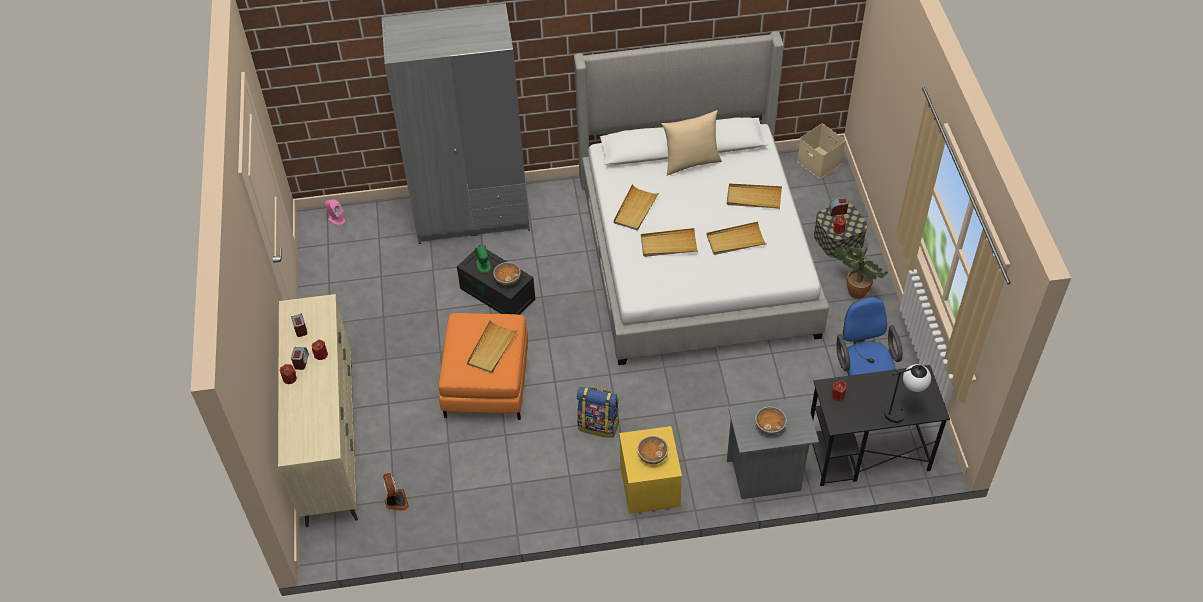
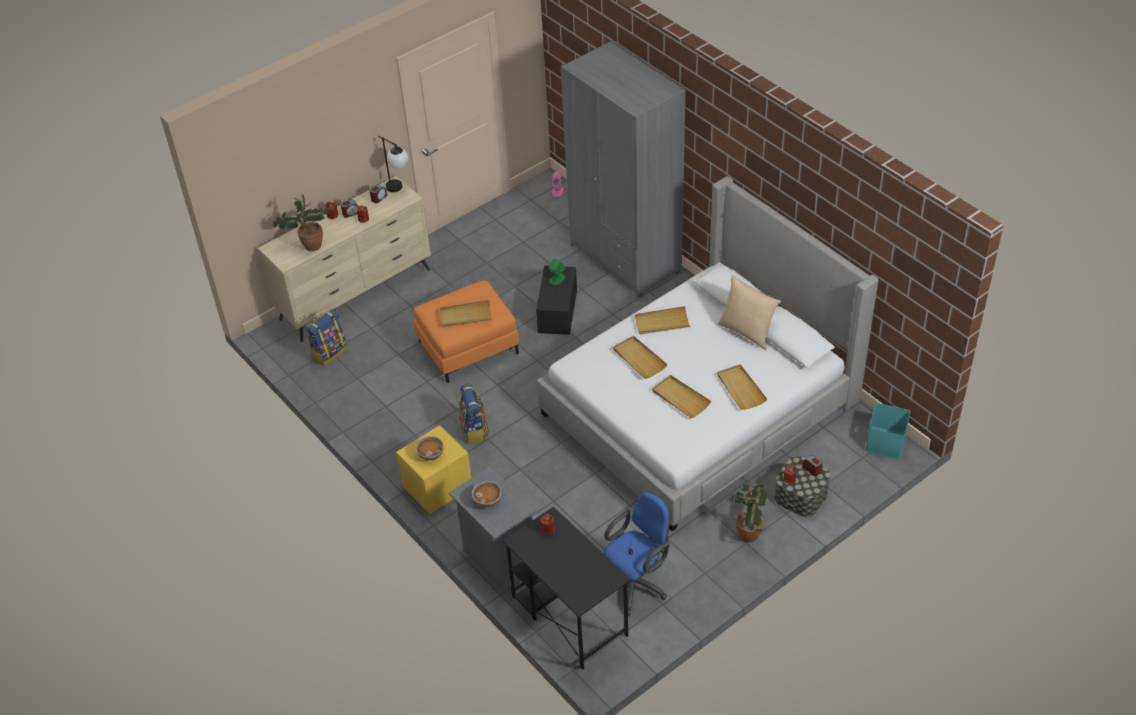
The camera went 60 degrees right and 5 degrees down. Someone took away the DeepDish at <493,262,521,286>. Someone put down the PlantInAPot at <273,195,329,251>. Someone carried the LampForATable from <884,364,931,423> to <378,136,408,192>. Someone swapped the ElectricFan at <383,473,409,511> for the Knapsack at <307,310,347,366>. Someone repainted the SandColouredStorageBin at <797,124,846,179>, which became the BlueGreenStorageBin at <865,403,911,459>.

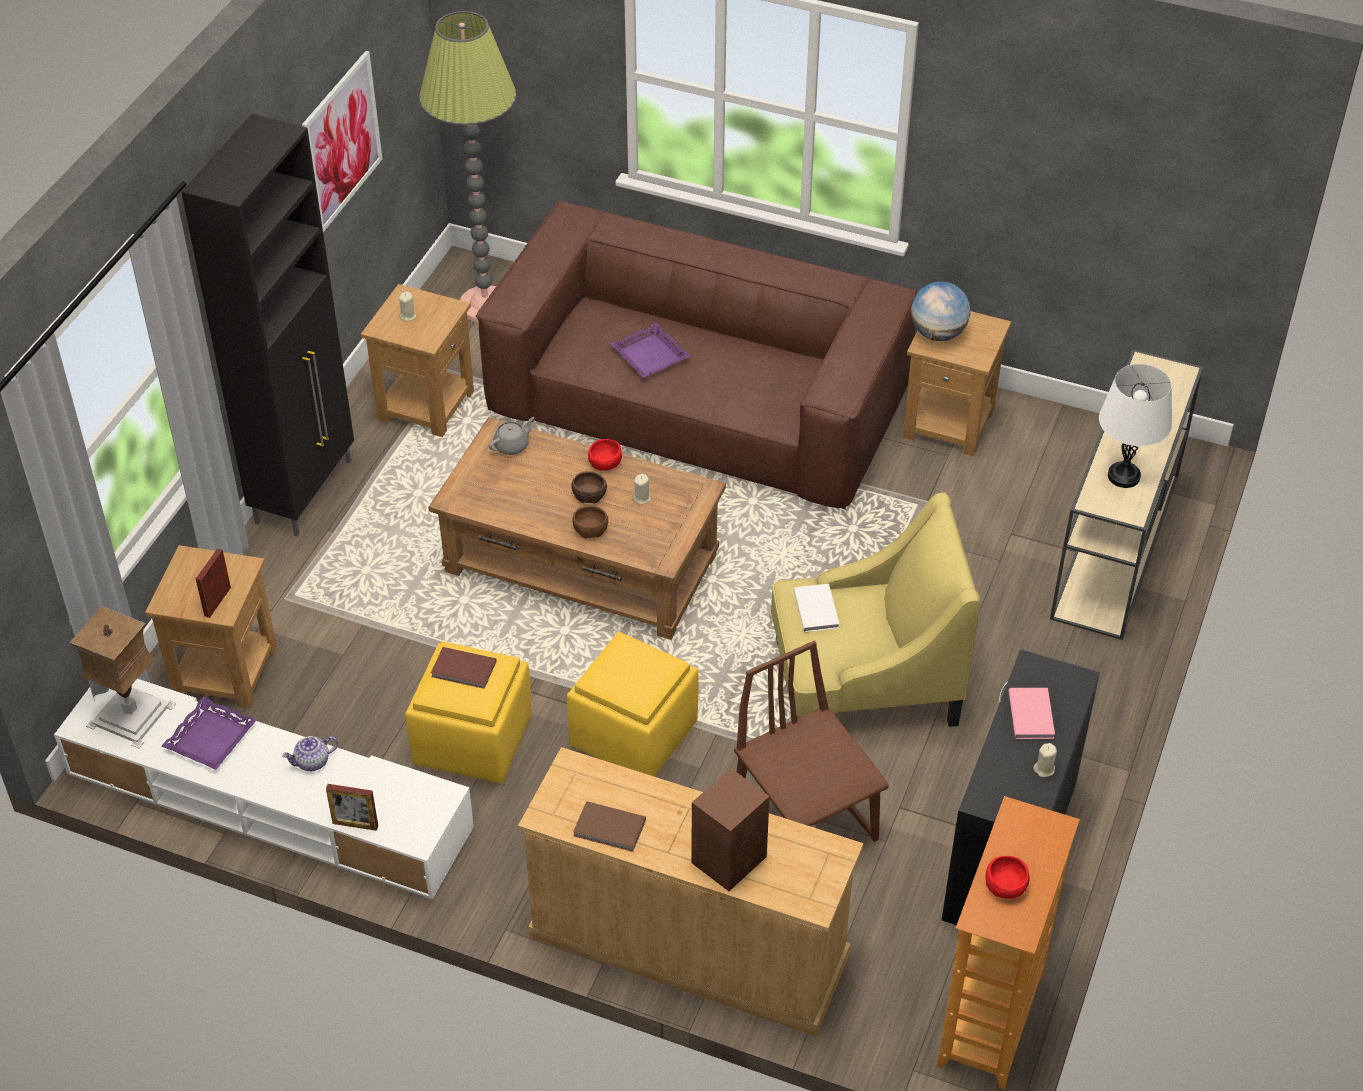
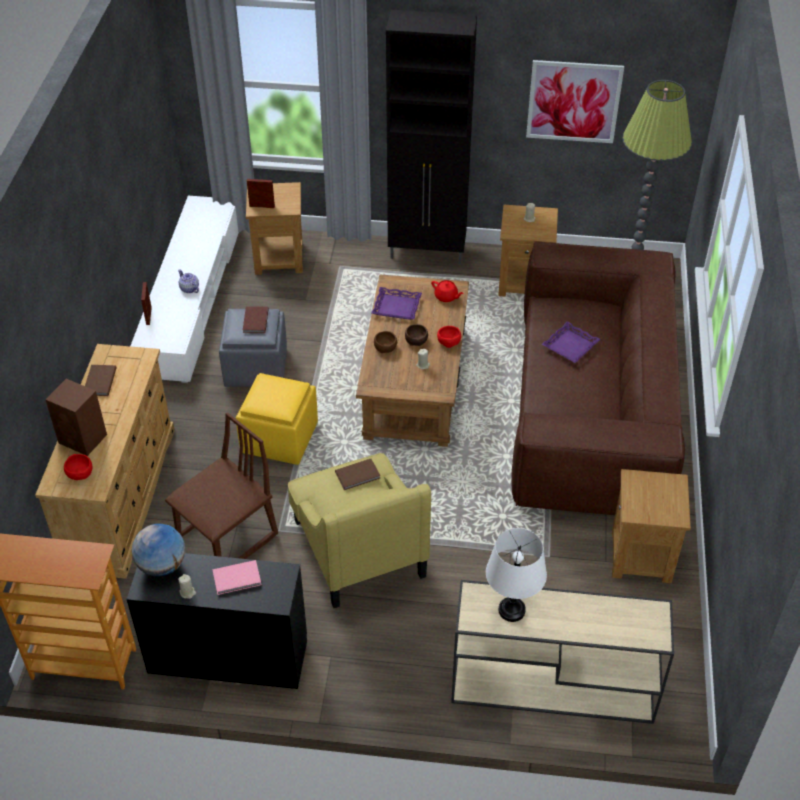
The camera went 75 degrees right and 0 degrees up. Someone took away the LampForATable at <70,606,176,748>. Someone carried the PurpleCarryingTray from <162,697,257,770> to <371,287,422,320>. Someone carried the Globe from <911,282,970,341> to <132,524,185,576>. Someone carried the RedDeepDish from <985,856,1030,899> to <64,454,93,480>. Someone repainted the YellowColouredOttoman at <405,641,532,783>, which became the GreyishOttoman at <219,309,287,387>. Someone repainted the GreyishTeaPot at <489,417,534,455>, which became the RedTeaPot at <431,280,464,302>. Someone repainted the WhiteBoundBook at <794,584,839,632>, which became the BrownishBoundBook at <335,459,381,490>.

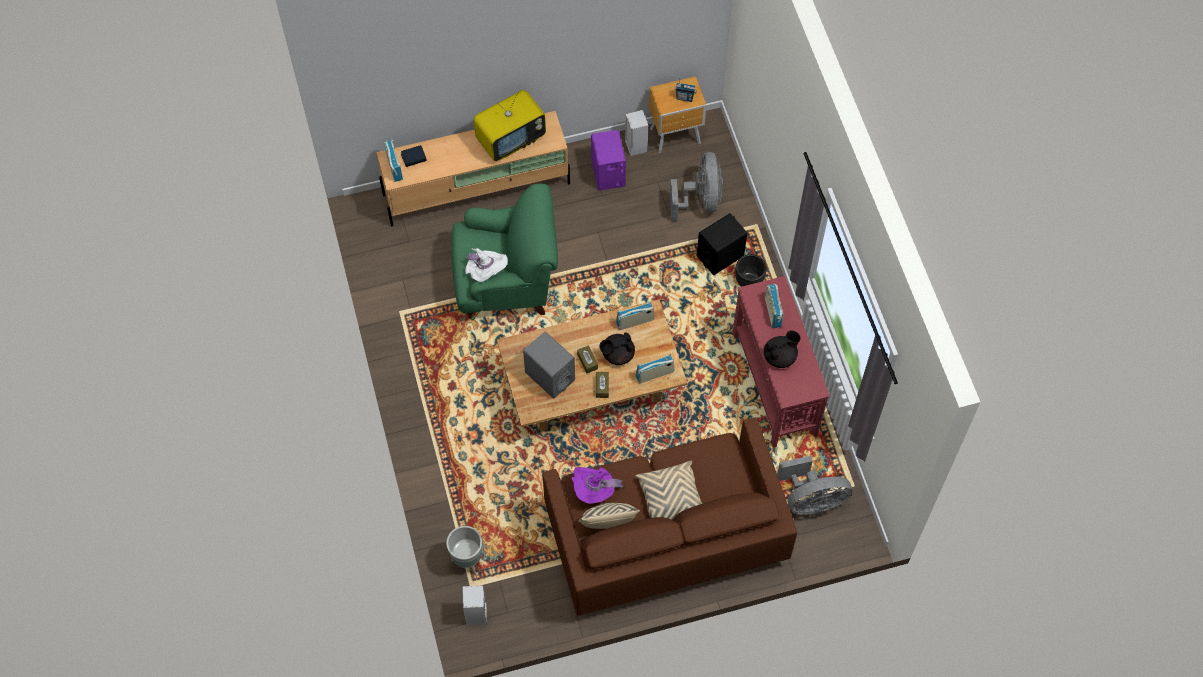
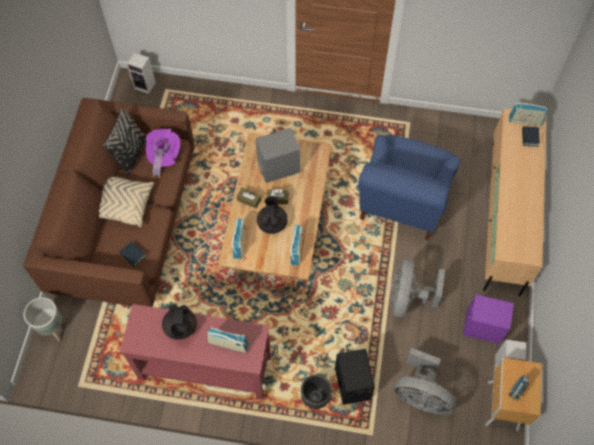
The camera went 115 degrees right and 0 degrees up. Someone took away the WhiteHat at <464,248,508,282>. Someone took away the Television at <474,90,546,161>. Someone put down the BoundBook at <119,241,146,267>. Someone carried the GreyishPlanter from <446,526,482,575> to <24,297,62,341>. Someone carried the GreyishElectricFan from <777,455,852,515> to <390,259,445,318>. Someone repainted the GreenishArmchair at <451,184,558,320>, which became the BlueArmchair at <358,135,461,241>. Someone repainted the SandColouredPillow at <578,503,640,529>, which became the BlackPillow at <103,106,146,176>.

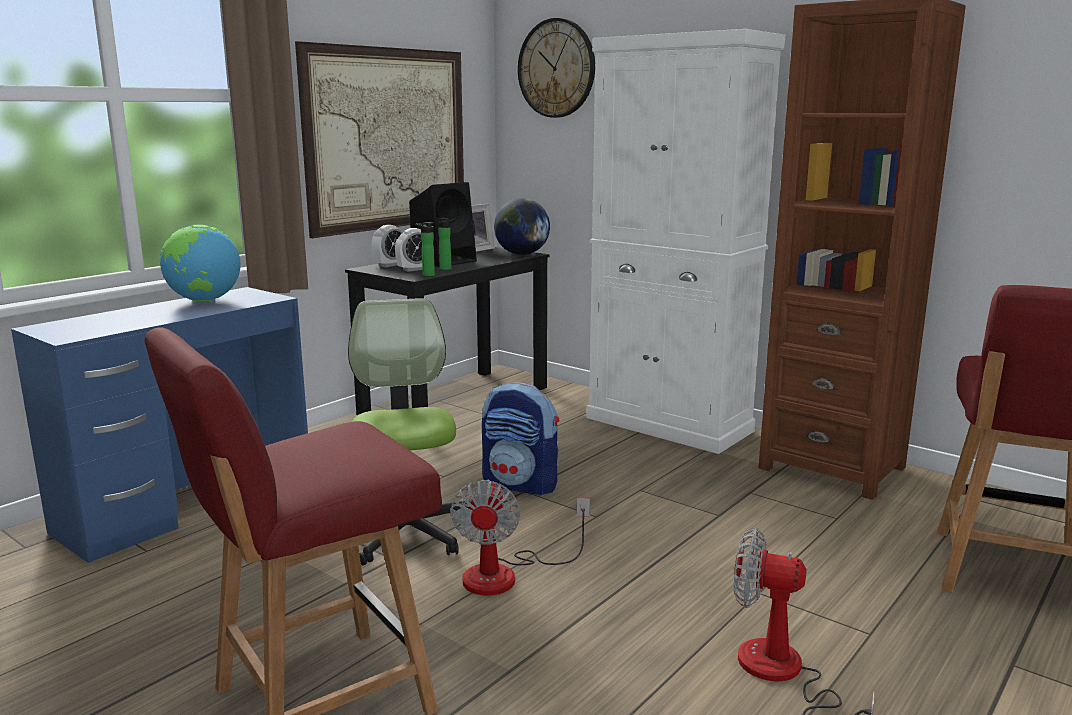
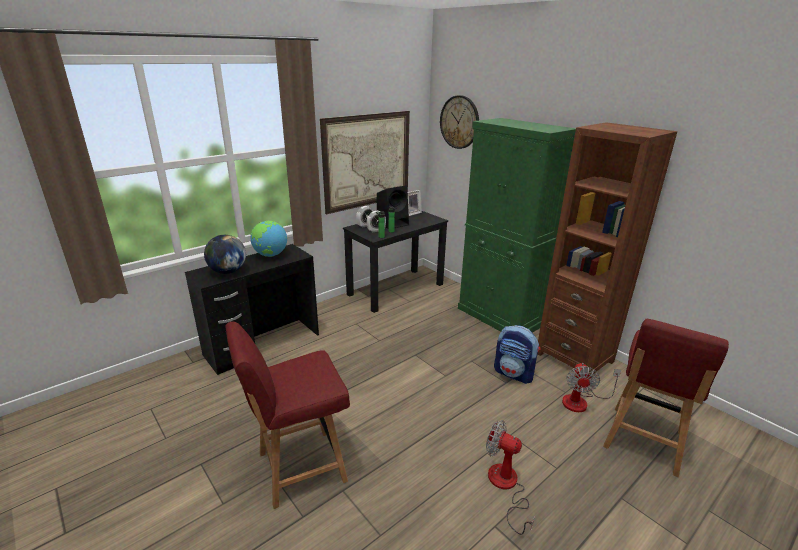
The camera went 10 degrees right and 10 degrees up. Someone took away the OfficeChair at <348,298,471,565>. Someone carried the ElectricFan from <450,480,590,596> to <562,363,621,412>. Someone carried the Knapsack from <482,383,559,496> to <494,325,540,384>. Someone carried the Globe from <494,198,550,255> to <204,235,246,274>. Someone repainted the BlueDesk at <11,287,308,563>, which became the BlackDesk at <185,244,319,375>. Someone repainted the WhiteCupboard at <587,29,785,454>, which became the GreenishCupboard at <458,118,576,333>.

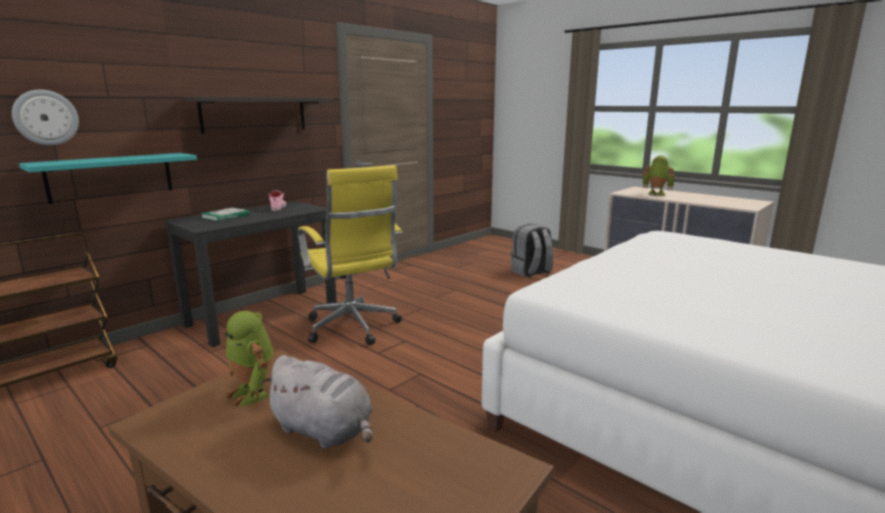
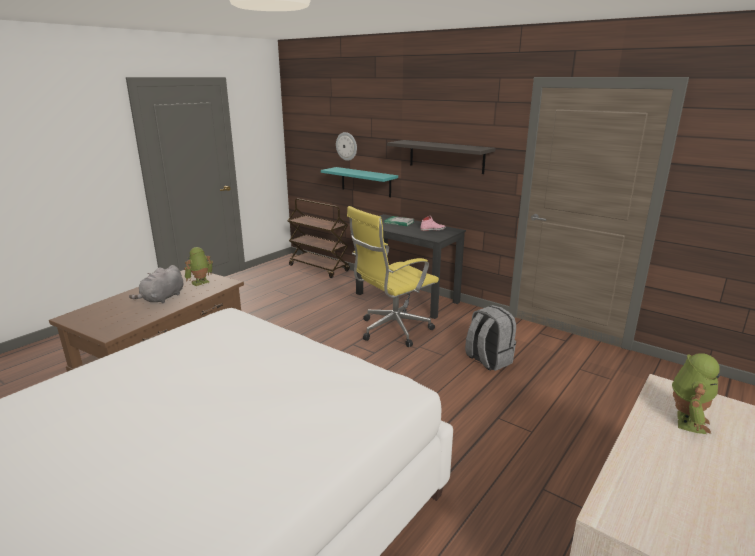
The camera went 85 degrees right and 5 degrees up. Someone carried the GreyishKnapsack from <511,223,553,277> to <465,305,516,371>.

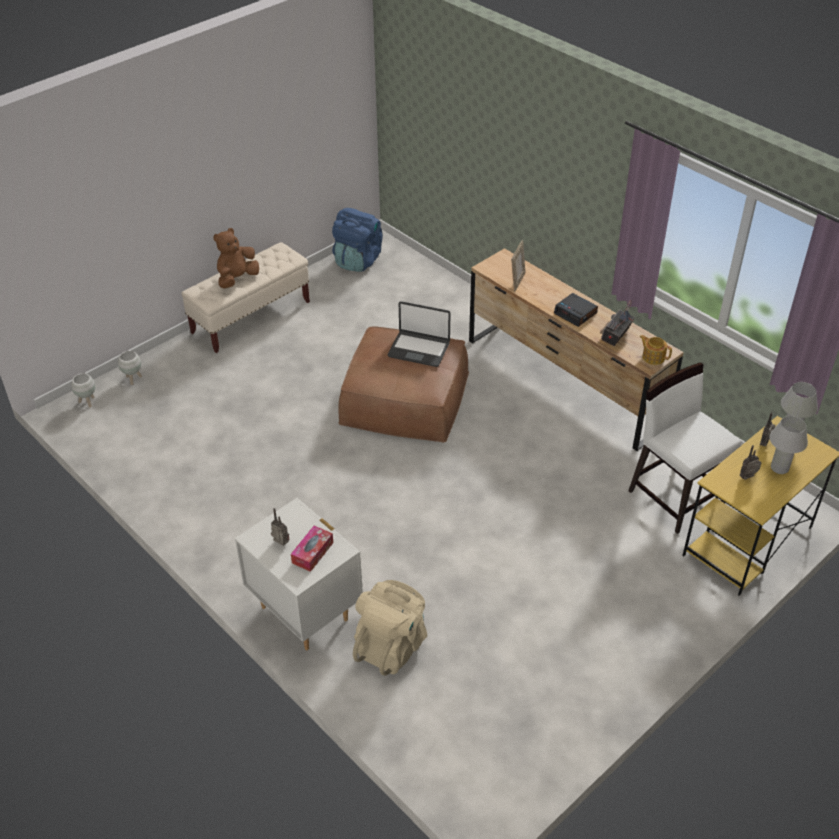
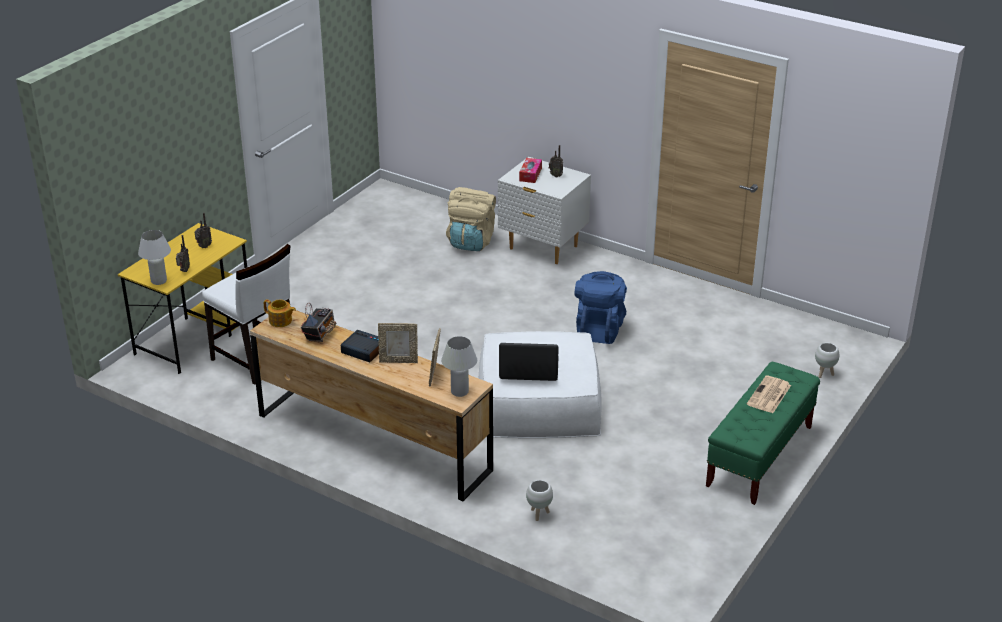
The camera went 165 degrees right and 10 degrees down. Someone put down the PhotoFrame at <378,323,418,363>. Someone carried the WhitePlanter from <71,373,95,408> to <526,480,553,521>. Someone carried the BlueKnapsack from <332,208,383,272> to <575,271,627,344>. Someone carried the WhiteLampForATable from <770,416,808,474> to <441,336,477,397>. Someone swapped the BrownishCuddlyToy at <213,228,259,289> for the PrintedPaper at <747,376,791,413>. Someone repainted the SandColouredBench at <181,242,310,353>, which became the GreenishBench at <706,362,820,505>. Someone repainted the BrownishOttoman at <338,327,469,442>, which became the WhiteOttoman at <479,331,602,438>.

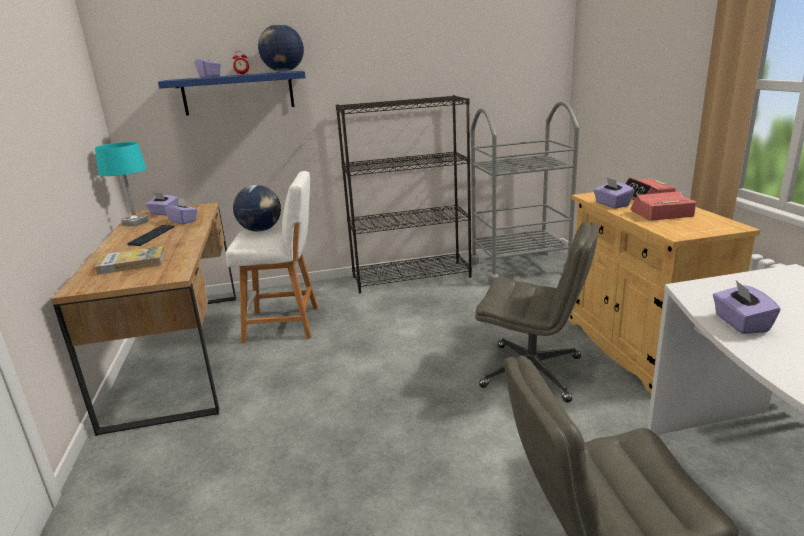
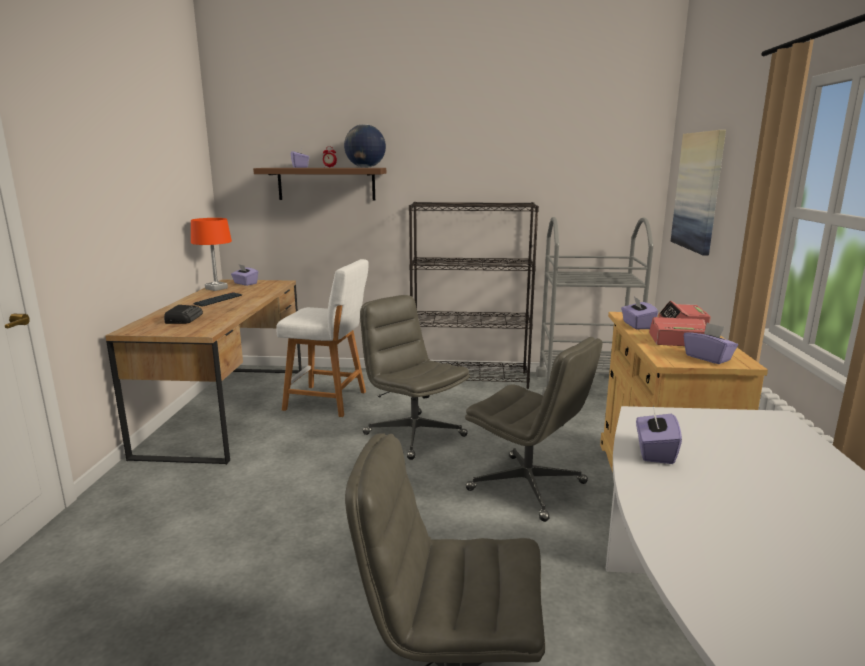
The camera went 15 degrees right and 5 degrees down. Someone took away the Globe at <233,185,281,232>. Someone put down the GreyishOfficeChair at <360,295,470,460>. Someone put up the WallPicture at <671,130,726,255>. Someone carried the PurpleTissueHolder from <164,198,197,225> to <684,323,738,364>. Someone swapped the BoundBook at <95,246,165,275> for the Radio at <164,305,203,324>. Someone repainted the BlueGreenLampForATable at <95,142,149,226>, which became the OrangeyLampForATable at <191,218,232,291>. Someone repainted the BlueWallShelf at <158,71,306,115>, which became the BrownishWallShelf at <253,168,386,200>.

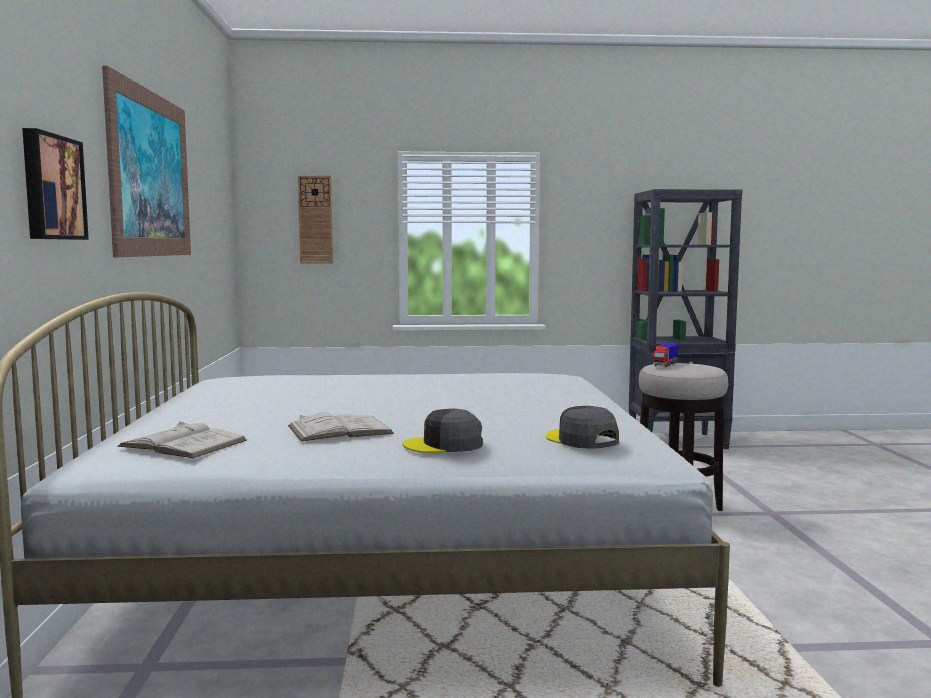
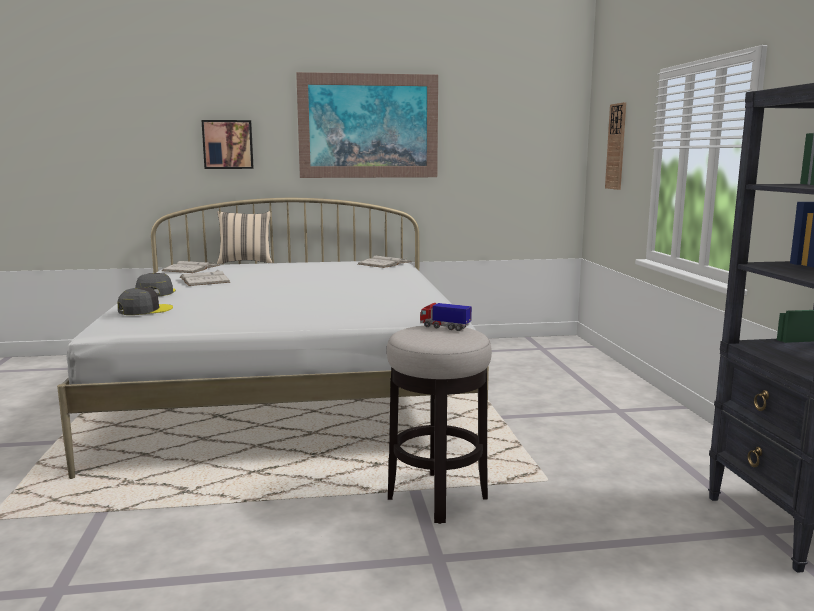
The camera went 85 degrees right and 5 degrees up. Someone put down the SandColouredPillow at <217,211,273,264>. Someone put down the WhiteBoundBook at <358,256,411,268>.

